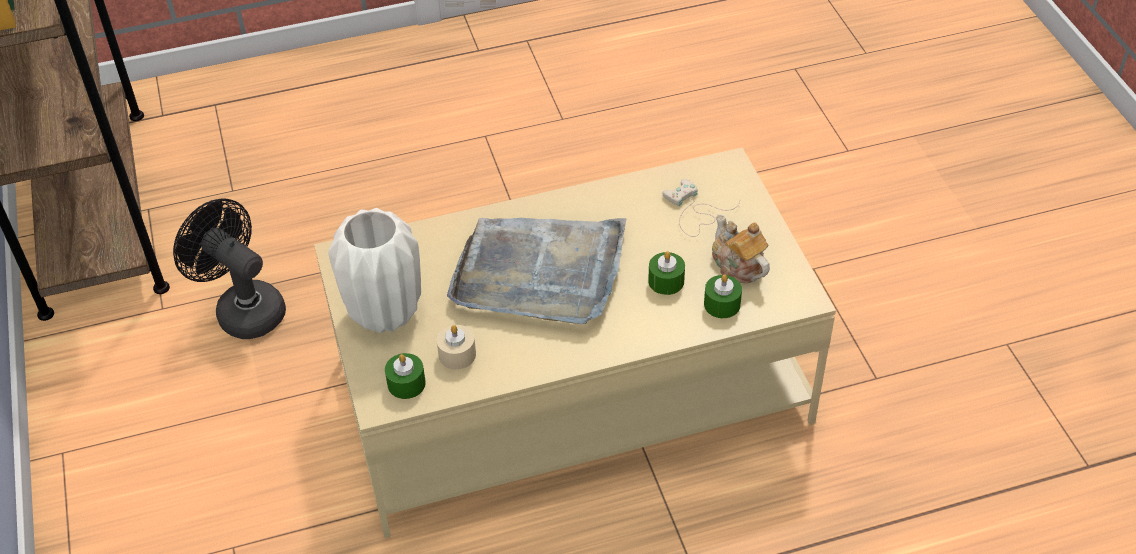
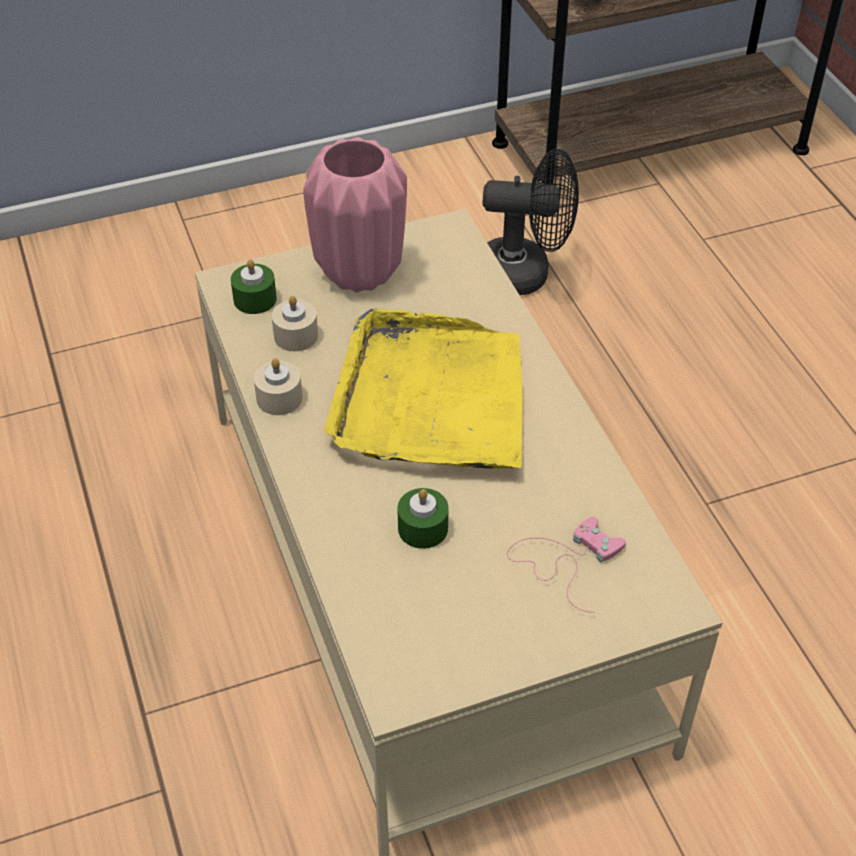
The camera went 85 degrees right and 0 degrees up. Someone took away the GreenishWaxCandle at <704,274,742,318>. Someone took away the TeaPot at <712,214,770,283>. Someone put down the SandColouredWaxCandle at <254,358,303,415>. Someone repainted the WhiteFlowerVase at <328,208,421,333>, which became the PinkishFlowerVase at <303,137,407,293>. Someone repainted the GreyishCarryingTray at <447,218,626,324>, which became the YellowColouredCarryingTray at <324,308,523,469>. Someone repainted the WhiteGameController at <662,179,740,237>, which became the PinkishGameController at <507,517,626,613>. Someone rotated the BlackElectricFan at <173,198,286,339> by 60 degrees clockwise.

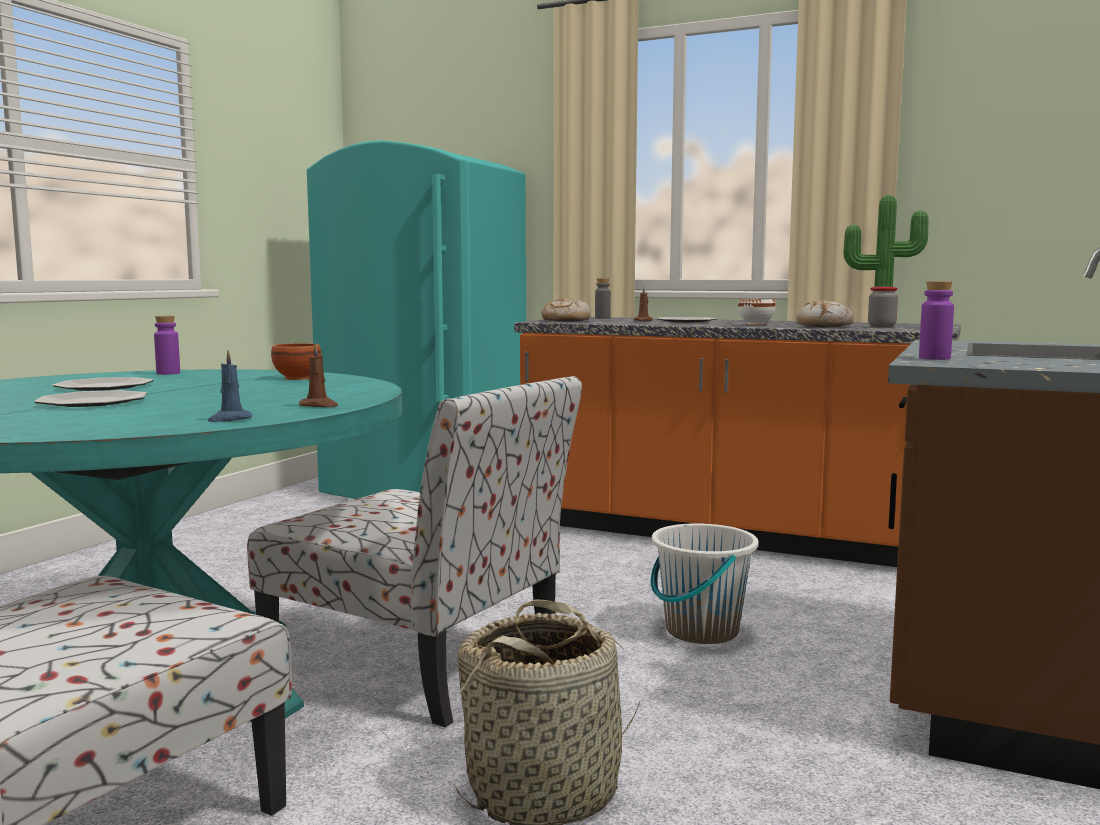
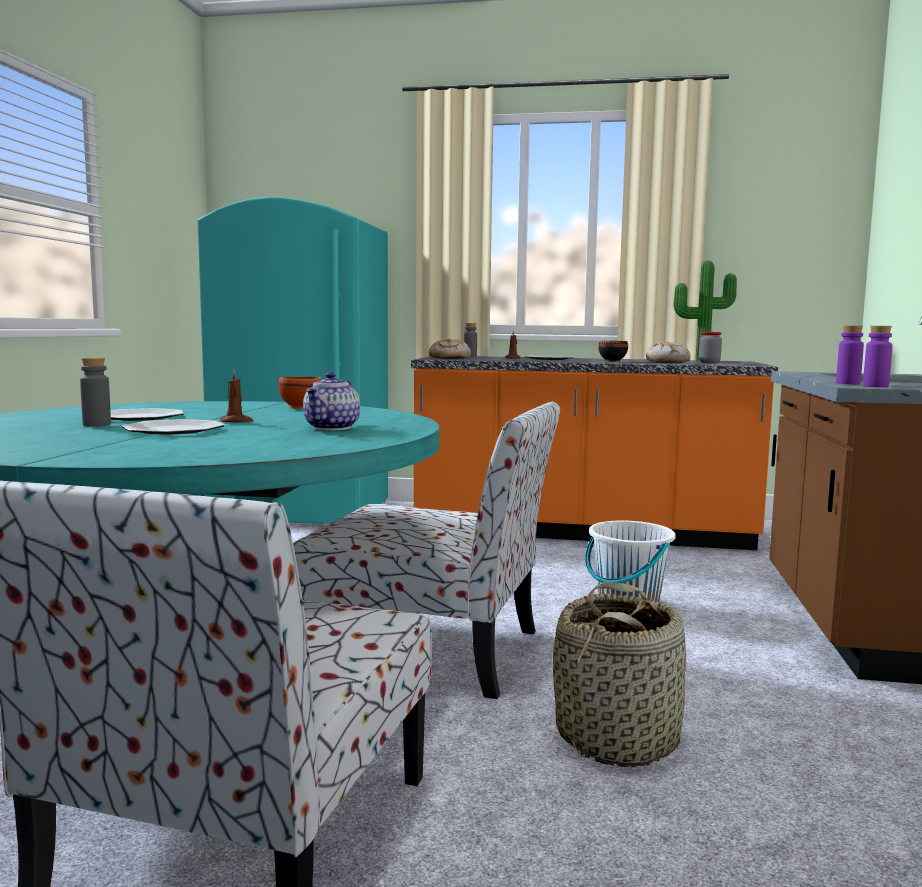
The camera went 15 degrees left and 0 degrees up. Someone took away the BlueWaxCandle at <208,350,252,422>. Someone put down the GreyishDrinkBottle at <80,357,111,427>. Someone put down the TeaPot at <303,372,360,430>. Someone carried the PurpleDrinkBottle from <154,316,180,375> to <863,326,893,387>. Someone carried the BrownishWaxCandle from <299,343,338,407> to <220,369,253,422>. Someone repainted the WhiteDeepDish at <738,299,776,325>, which became the BlackDeepDish at <598,341,628,362>.

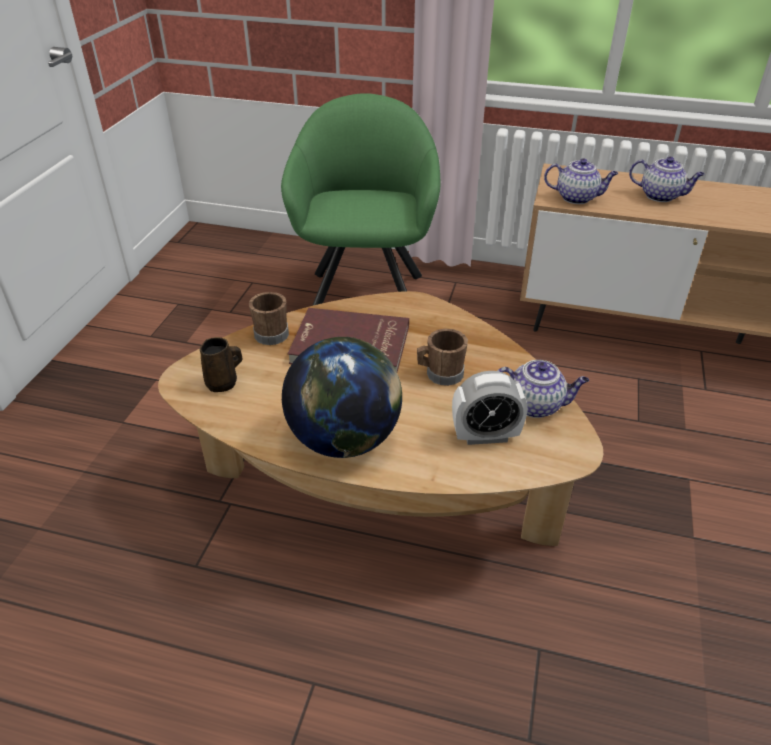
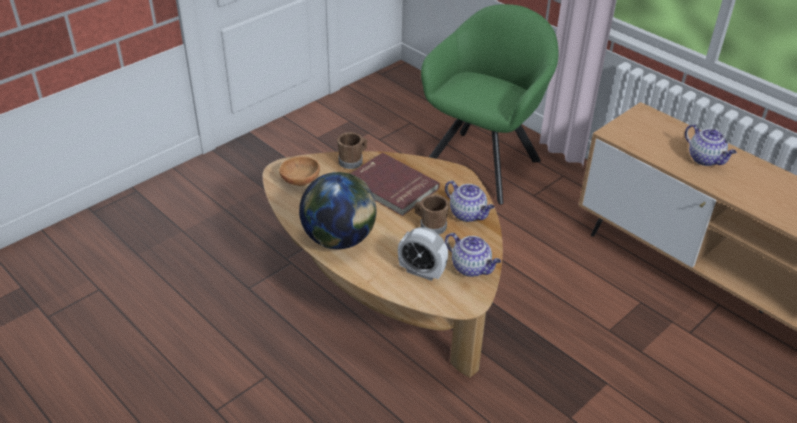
The camera went 30 degrees right and 0 degrees up. Someone carried the TeaPot from <544,158,618,204> to <445,180,494,222>. Someone swapped the BrownishCoffeeMug at <200,337,242,392> for the BrownishDeepDish at <279,157,320,186>.

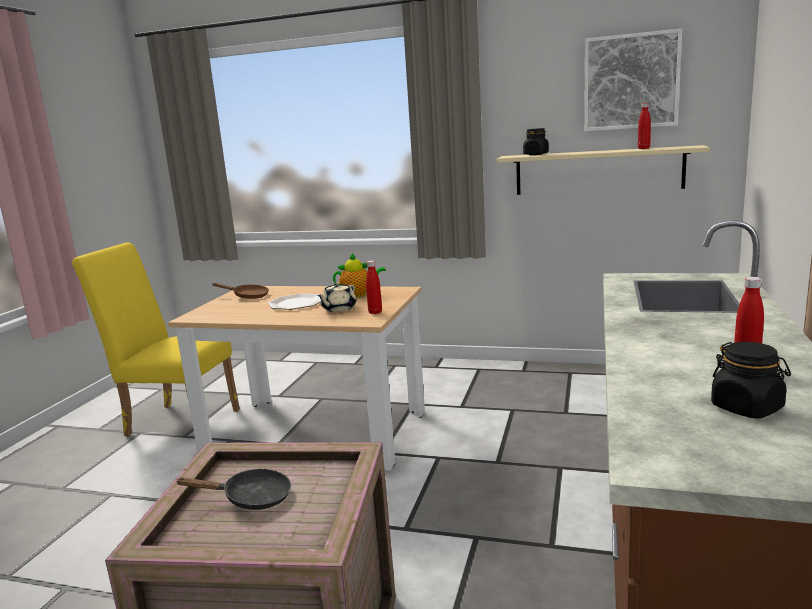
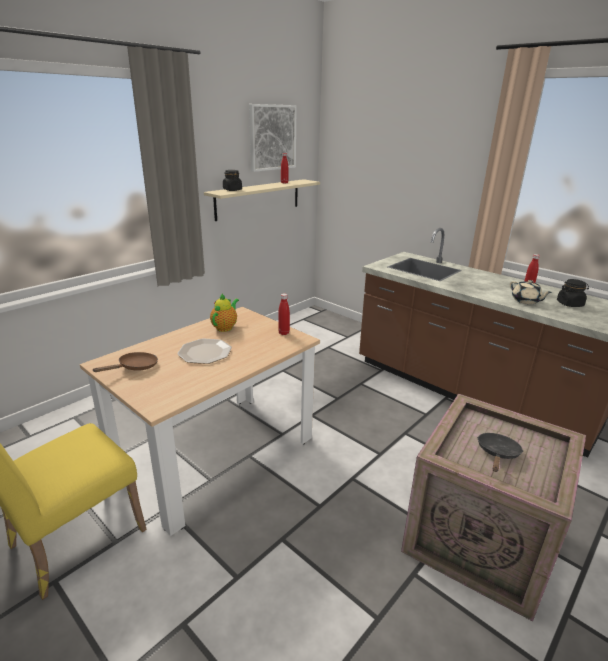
The camera went 65 degrees left and 10 degrees up. Someone carried the SandColouredTeaPot from <317,282,356,312> to <510,280,552,304>.

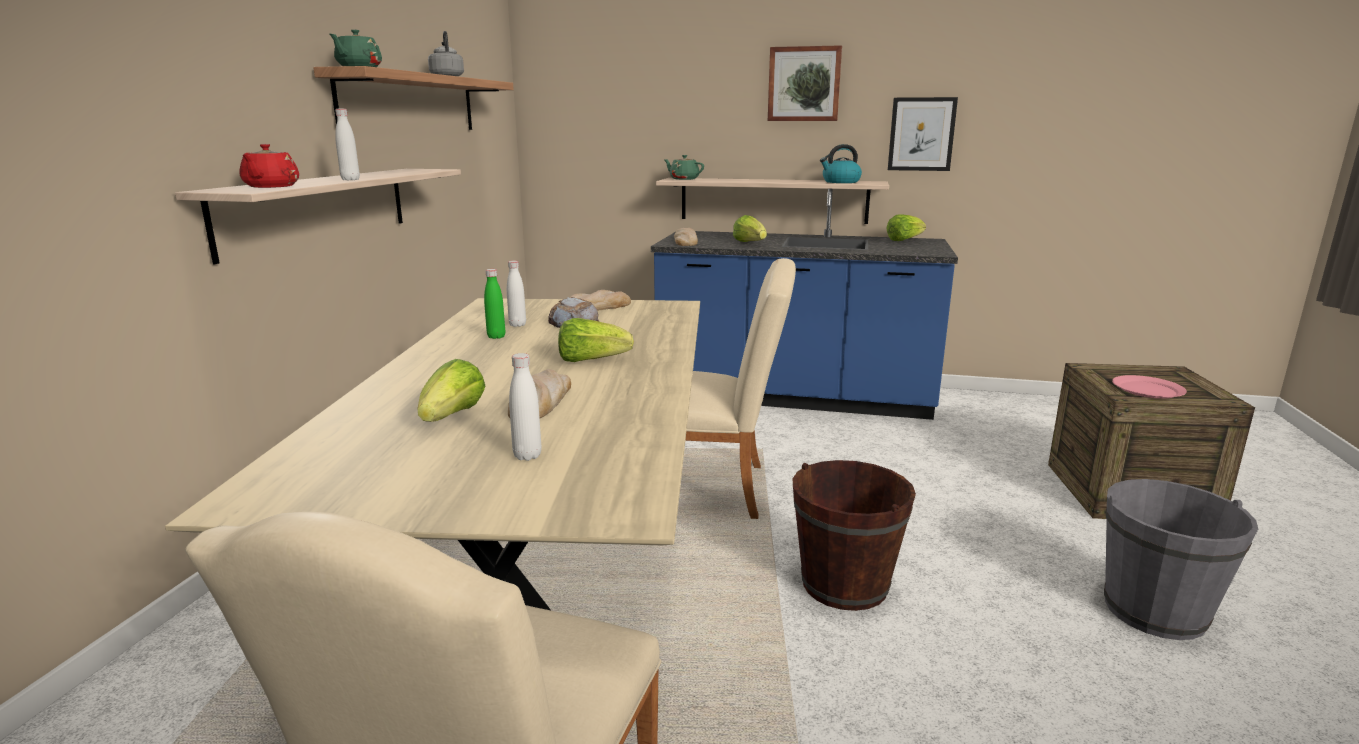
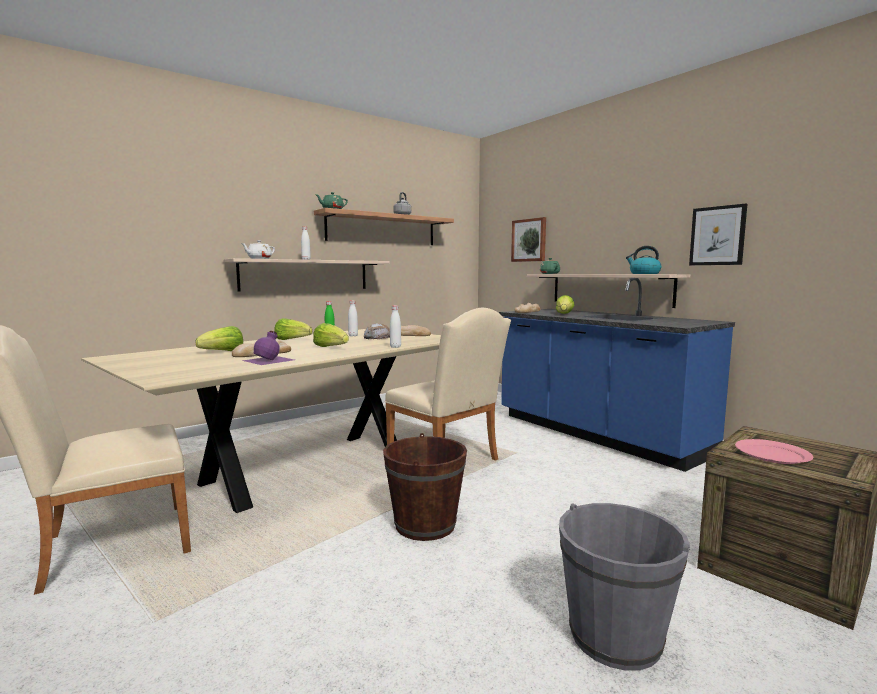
The camera went 40 degrees right and 10 degrees down. Someone put down the PurpleDrinkBottle at <242,331,294,365>. Someone carried the WhiteDrinkBottle from <509,353,541,461> to <390,305,401,348>. Someone carried the WallPicture from <768,45,842,121> to <511,217,546,262>. Someone carried the HeadOfLettuce from <886,214,926,241> to <274,318,312,340>. Someone repainted the RedTeaPot at <240,144,299,188>, which became the WhiteTeaPot at <241,240,275,259>.

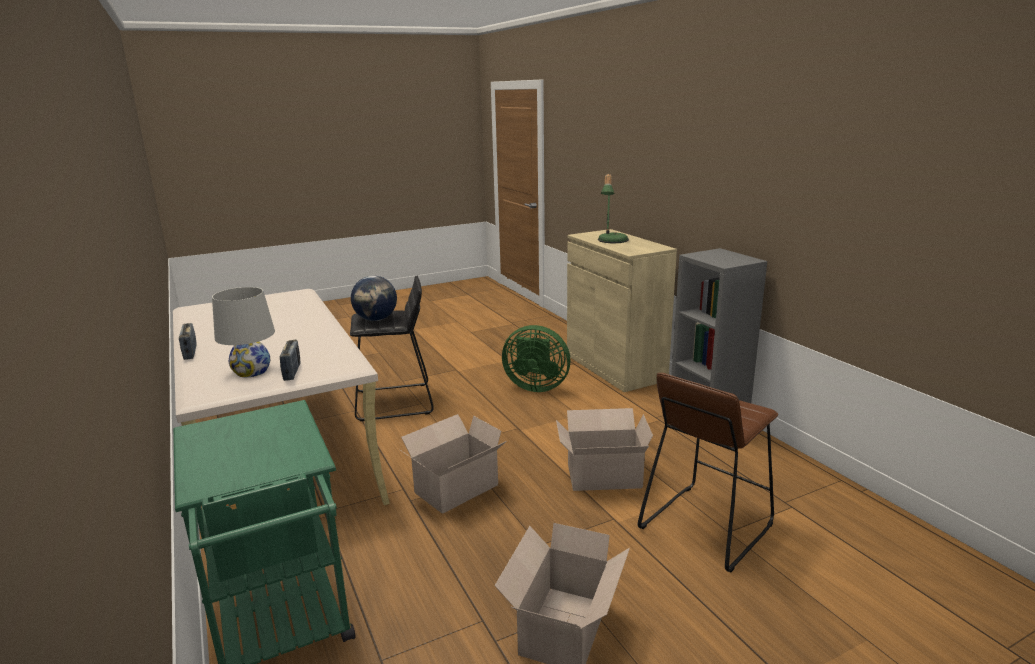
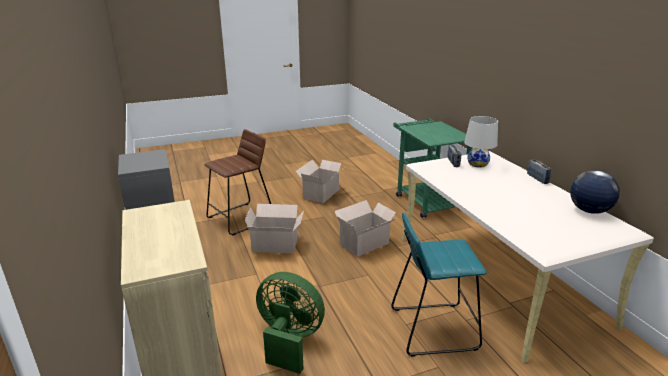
The camera went 175 degrees left and 5 degrees up. Someone took away the LampForATable at <598,174,629,244>. Someone carried the Globe from <351,276,397,321> to <570,170,620,214>. Someone repainted the BlackSittingStool at <350,276,434,421>, which became the BlueGreenSittingStool at <391,213,487,357>.

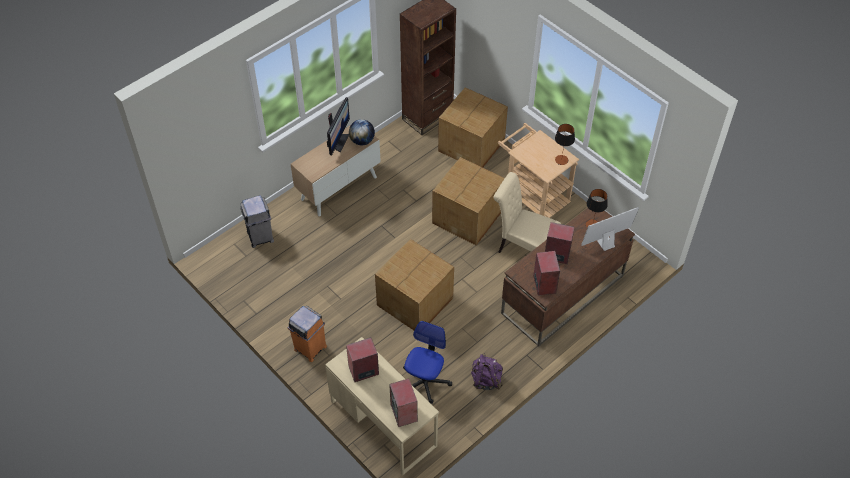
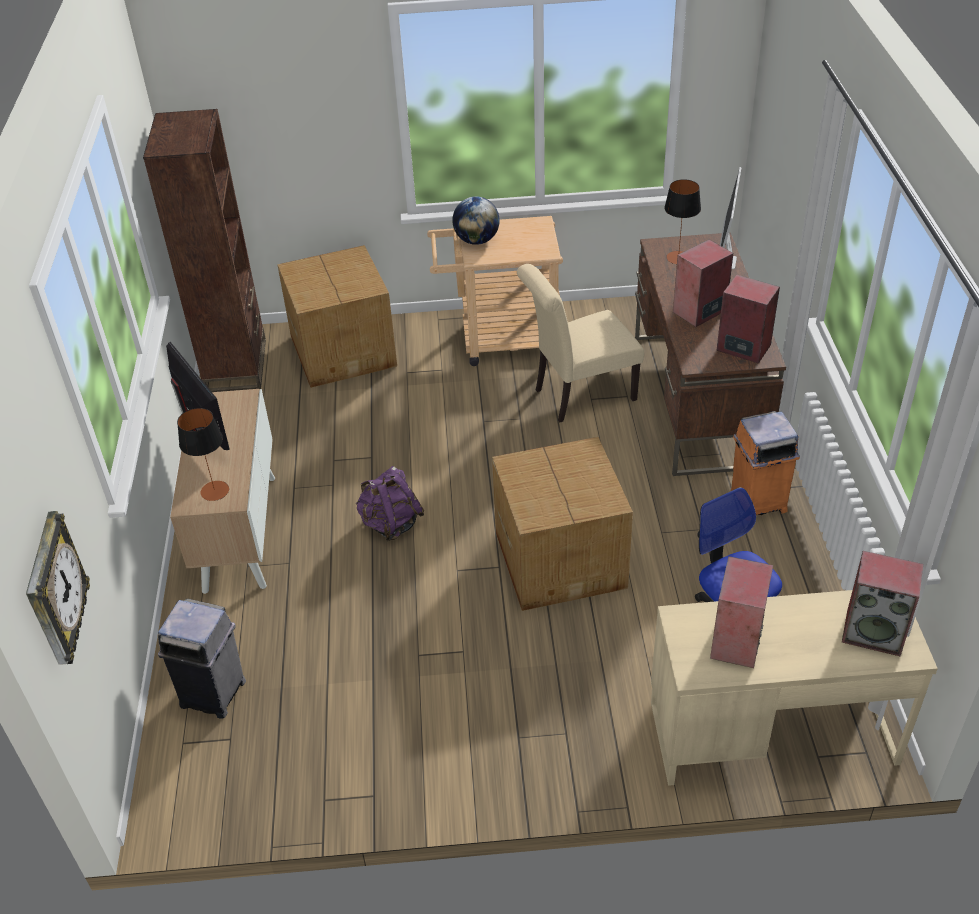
The camera went 50 degrees left and 10 degrees down. Someone took away the Carton at <432,157,505,245>. Someone put up the ClockOnTheWall at <26,511,90,665>. Someone carried the OrangeyRubbishBin from <287,306,327,362> to <731,411,800,515>. Someone carried the Globe from <349,119,375,145> to <452,196,500,245>. Someone carried the PurpleKnapsack from <471,353,503,390> to <356,466,424,541>. Someone carried the LampForATable from <555,124,575,165> to <177,408,229,501>.

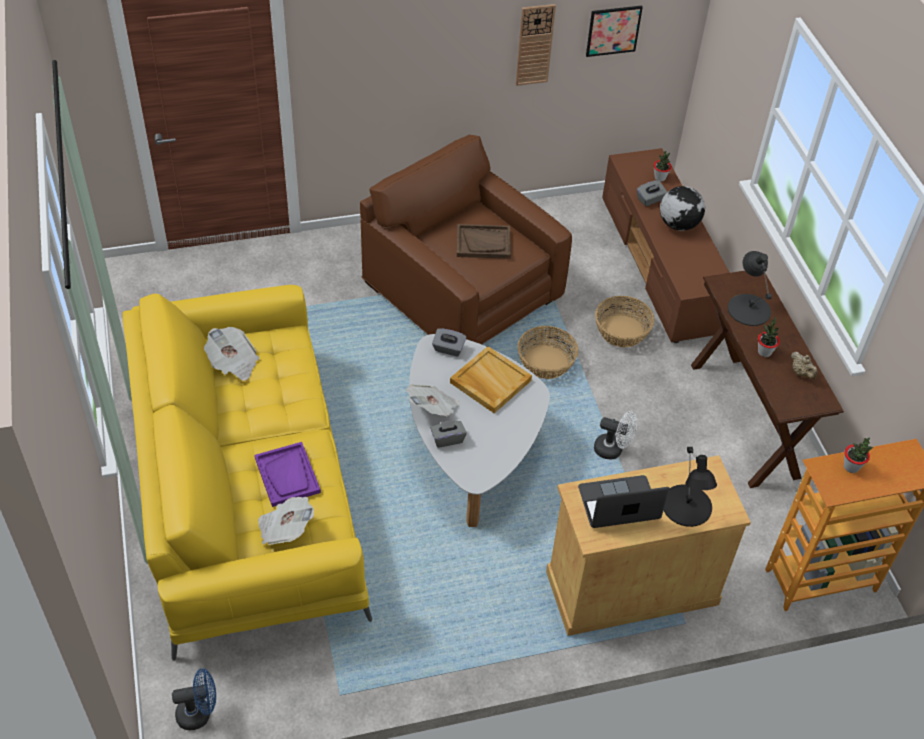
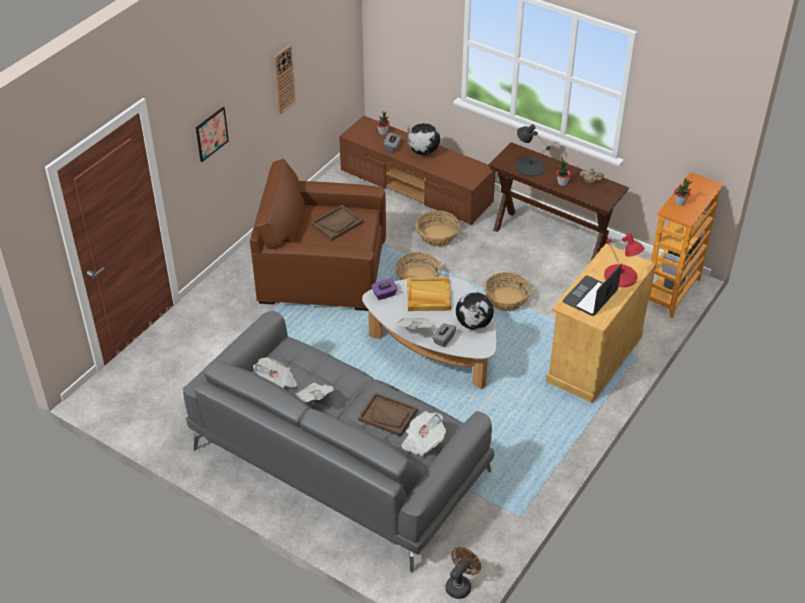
The camera went 40 degrees left and 5 degrees down. Someone put down the PrintedPaper at <295,383,334,403>. Someone put down the Globe at <456,292,494,330>. Someone carried the WallPicture from <586,6,643,57> to <196,107,229,162>. Someone swapped the WhiteElectricFan at <594,411,637,459> for the StorageBasket at <485,272,531,311>. Someone repainted the YellowColouredSofa at <122,285,372,661>, which became the GreyishSofa at <183,311,494,572>. Someone repainted the BlueElectricFan at <172,668,216,730>, which became the BrownishElectricFan at <445,547,481,599>. Someone repainted the PurpleCarryingTray at <255,442,321,507>, which became the BrownishCarryingTray at <358,392,417,437>. Someone repainted the GreyishTissueHolder at <432,328,467,357>, which became the PurpleTissueHolder at <372,278,398,300>. Someone repainted the BlackLampForATable at <664,447,717,527>, which became the RedLampForATable at <604,233,645,287>.

